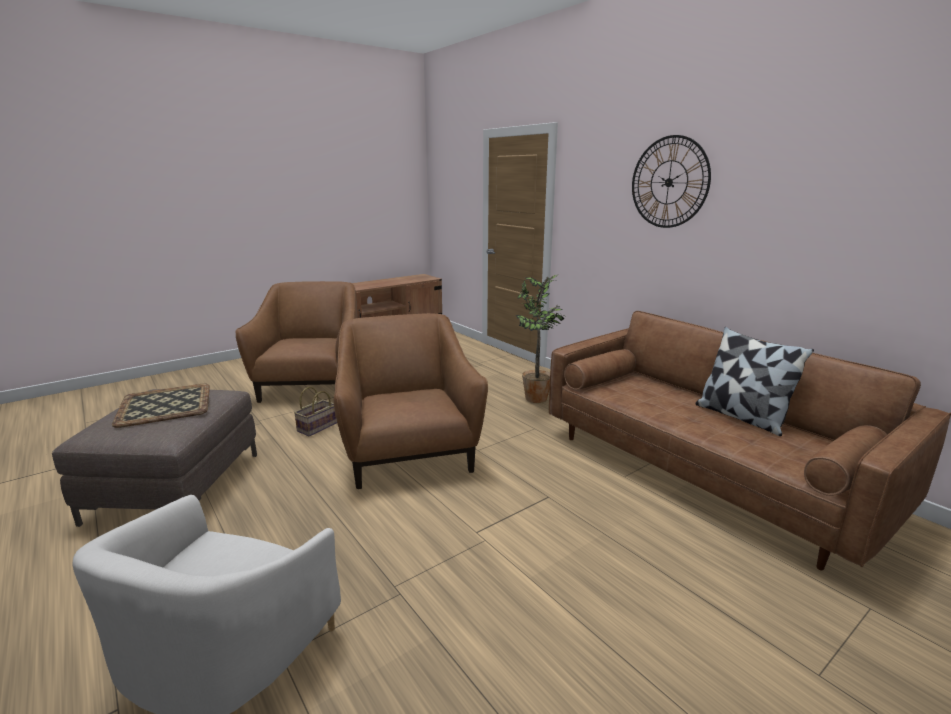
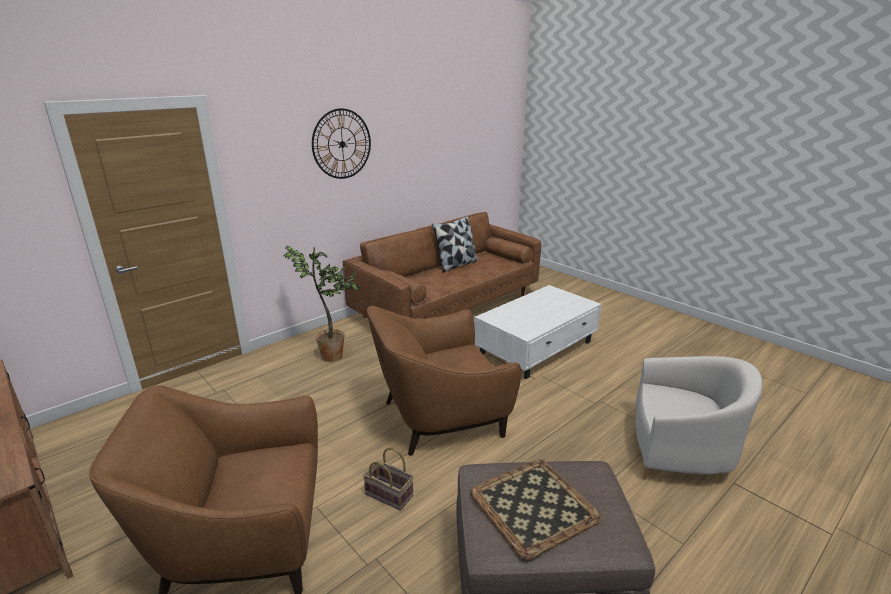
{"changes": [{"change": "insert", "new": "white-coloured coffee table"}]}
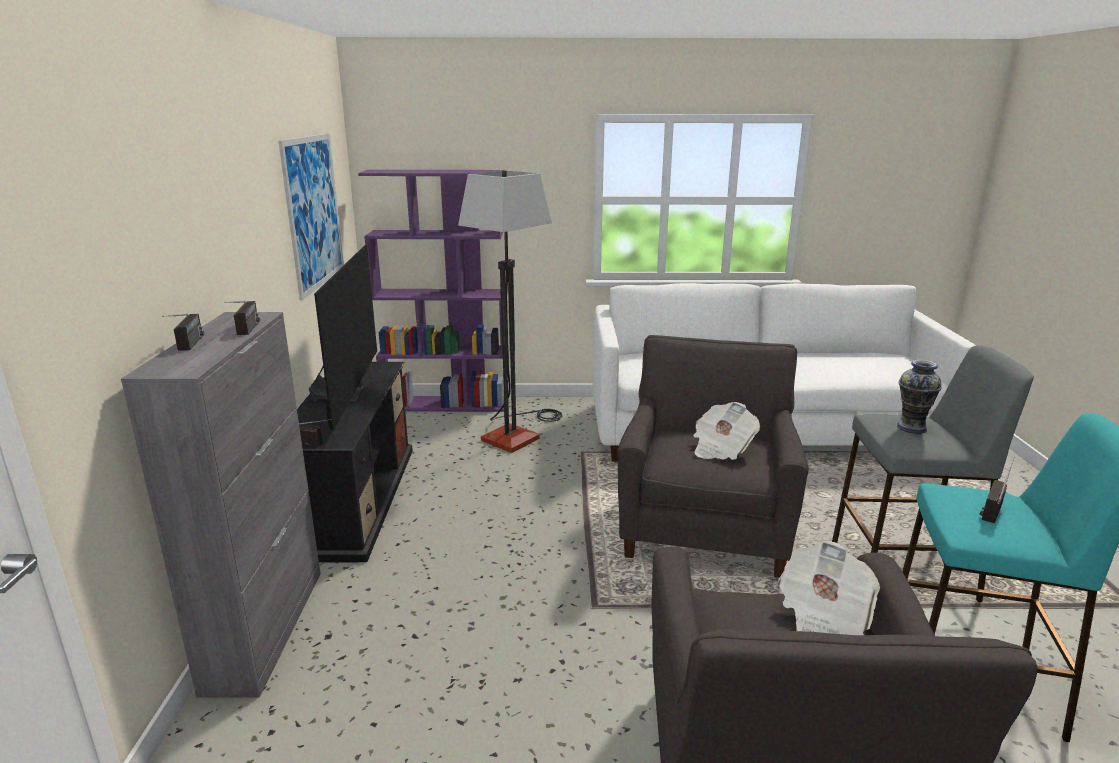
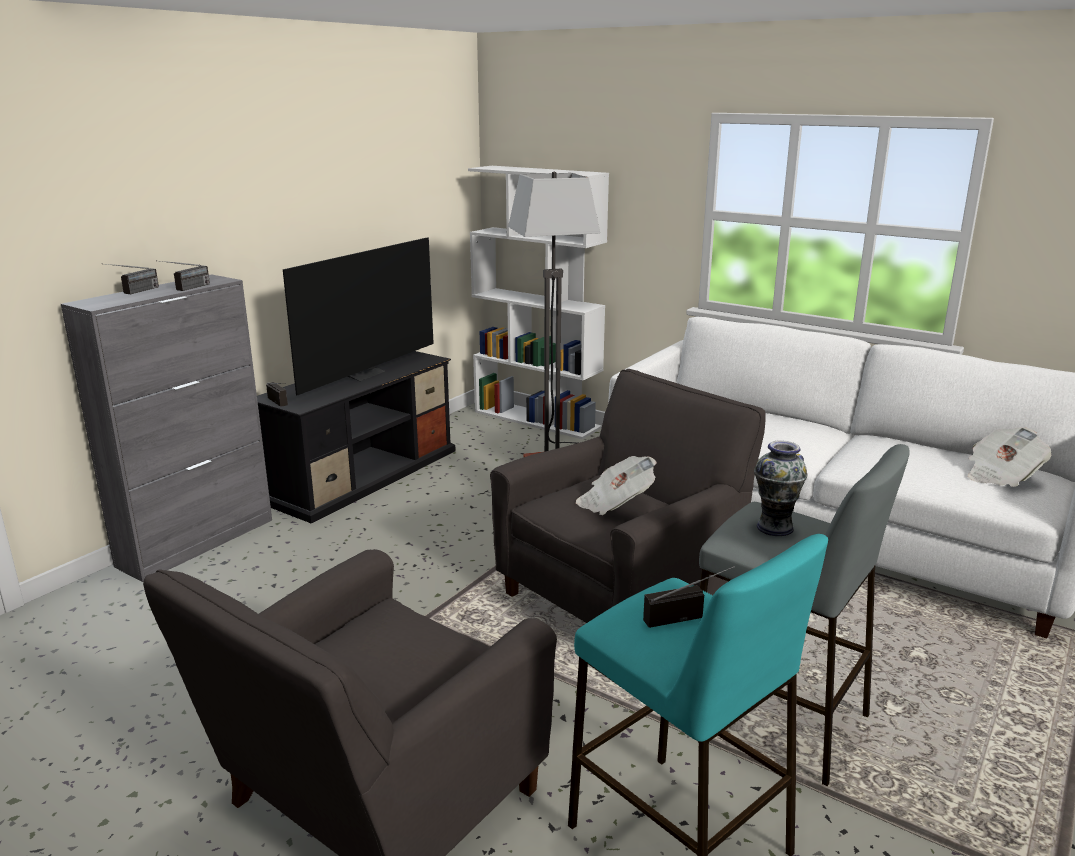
{"changes": [{"change": "delete", "old": "wall picture"}, {"change": "recolor", "old": "purple-coloured shelving unit", "new": "white-coloured shelving unit"}, {"change": "move", "old": "newspaper (2nd from left)"}]}
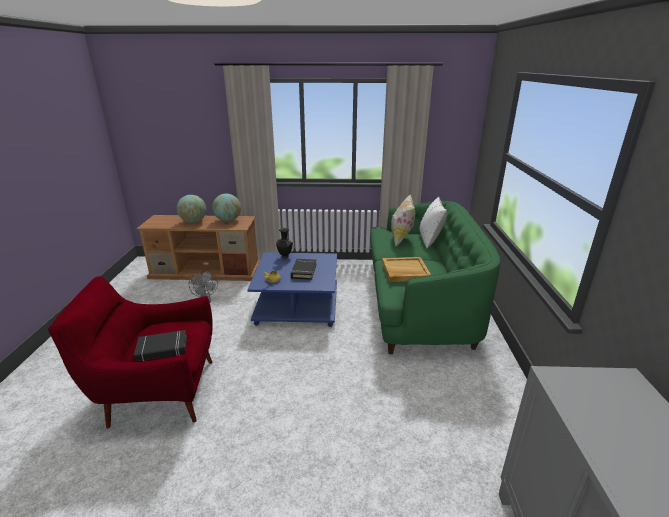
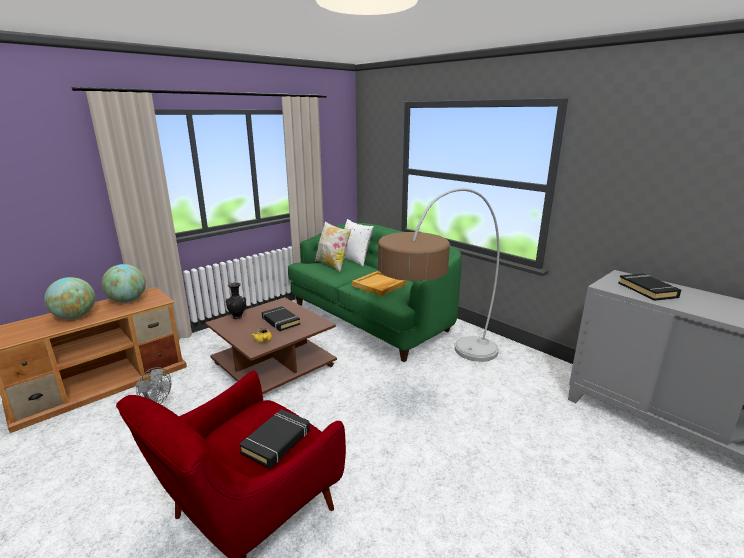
{"changes": [{"change": "recolor", "old": "blue coffee table", "new": "brown-coloured coffee table"}, {"change": "insert", "new": "floor lamp"}, {"change": "insert", "new": "black-coloured book (3rd from left)"}]}
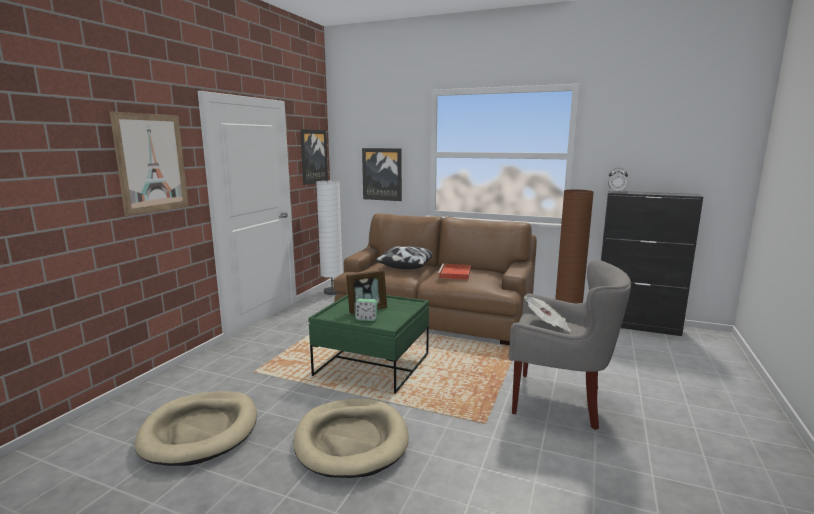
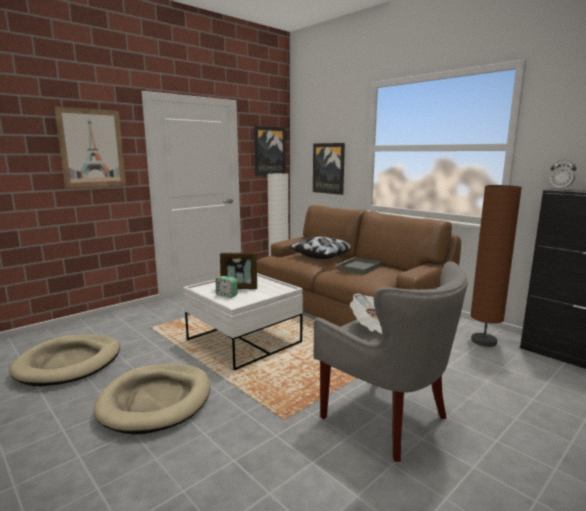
{"changes": [{"change": "recolor", "old": "greenish coffee table", "new": "white-coloured coffee table"}, {"change": "recolor", "old": "red carrying tray", "new": "greyish carrying tray"}]}
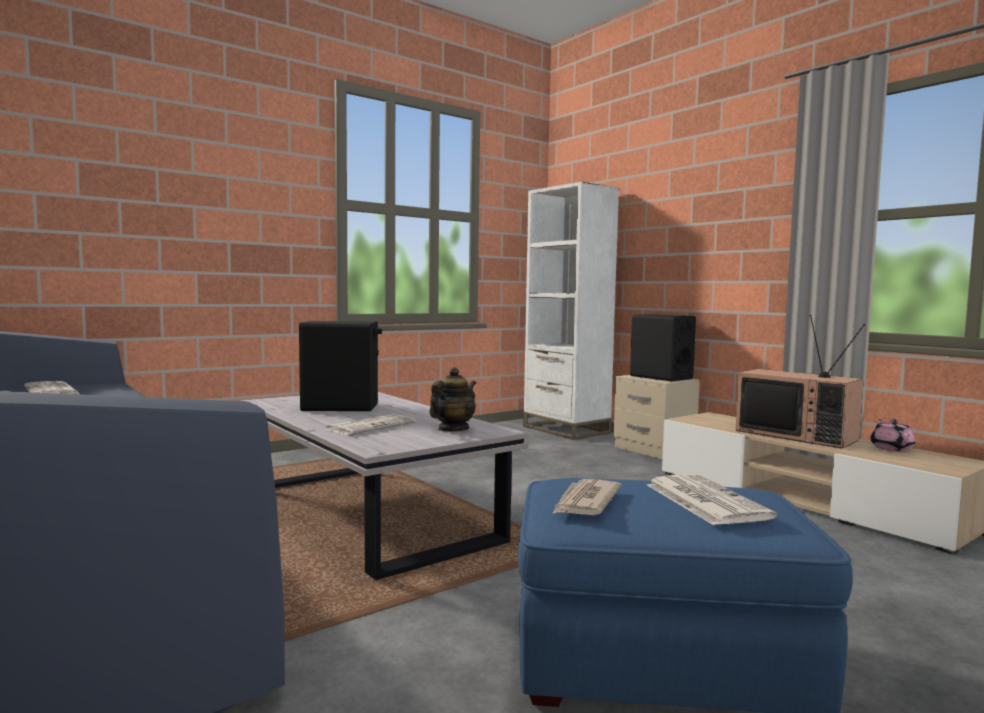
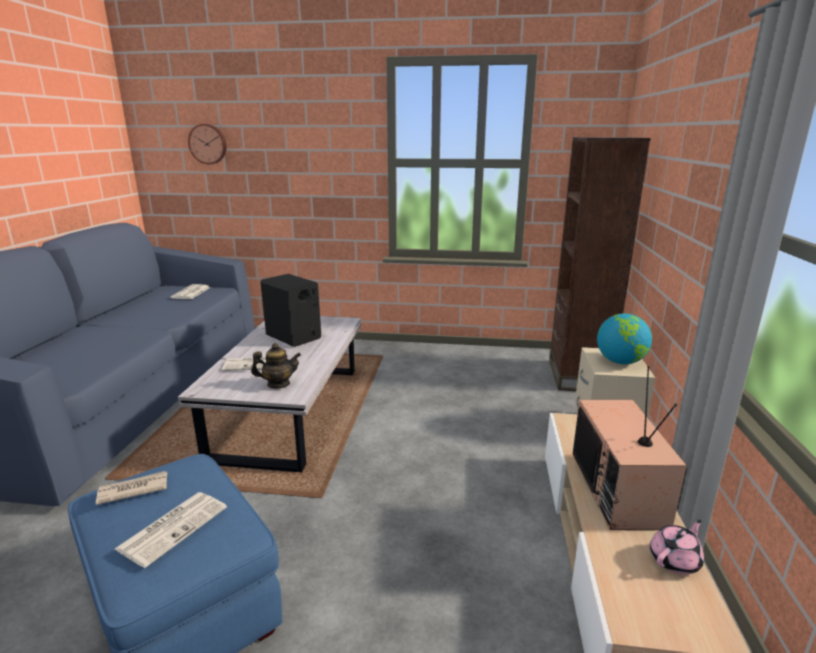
{"changes": [{"change": "recolor", "old": "white-coloured shelving unit", "new": "brown-coloured shelving unit"}, {"change": "replace", "old": "black-coloured loudspeaker (2nd from left)", "new": "desk globe"}, {"change": "insert", "new": "clock on the wall"}]}
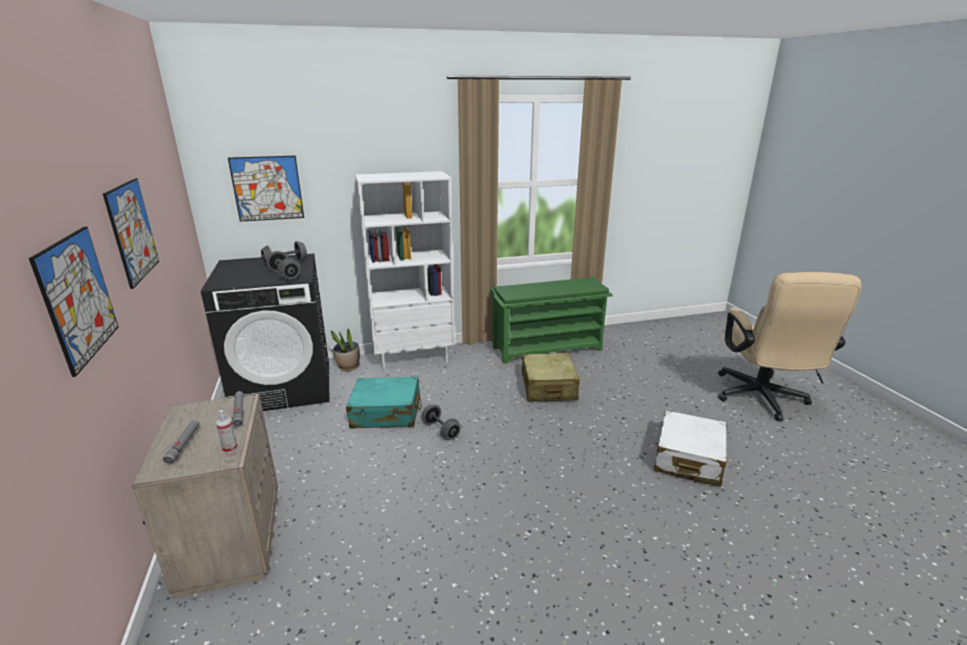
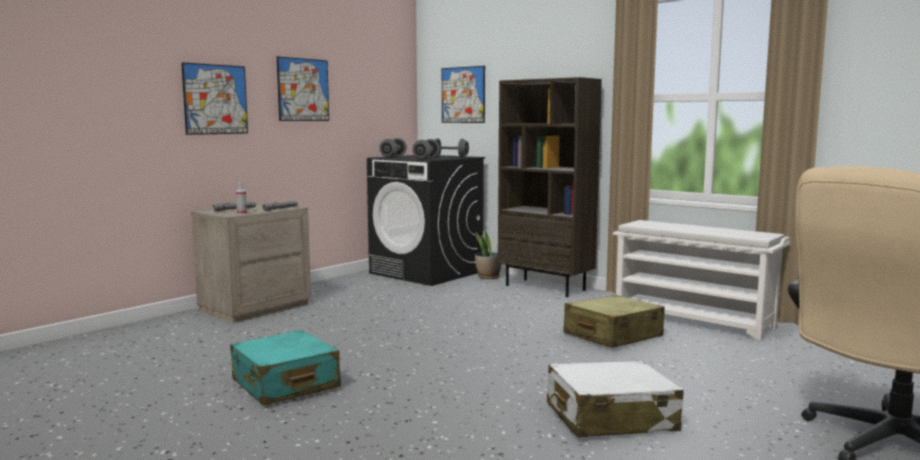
{"changes": [{"change": "move", "old": "blue-green suitcase"}, {"change": "recolor", "old": "white-coloured shelving unit", "new": "brown-coloured shelving unit"}, {"change": "move", "old": "greyish hand weight (3rd from left in the first image)", "new": "greyish hand weight (1st from left)"}, {"change": "recolor", "old": "greenish shoe shelf", "new": "white-coloured shoe shelf"}]}
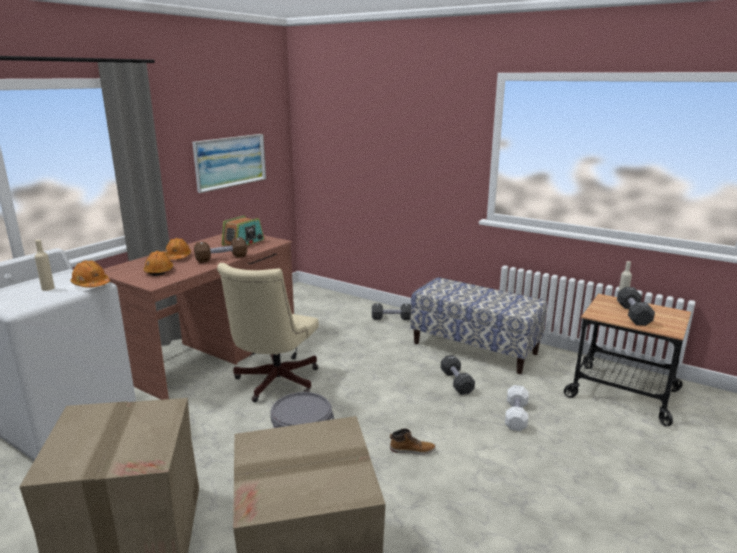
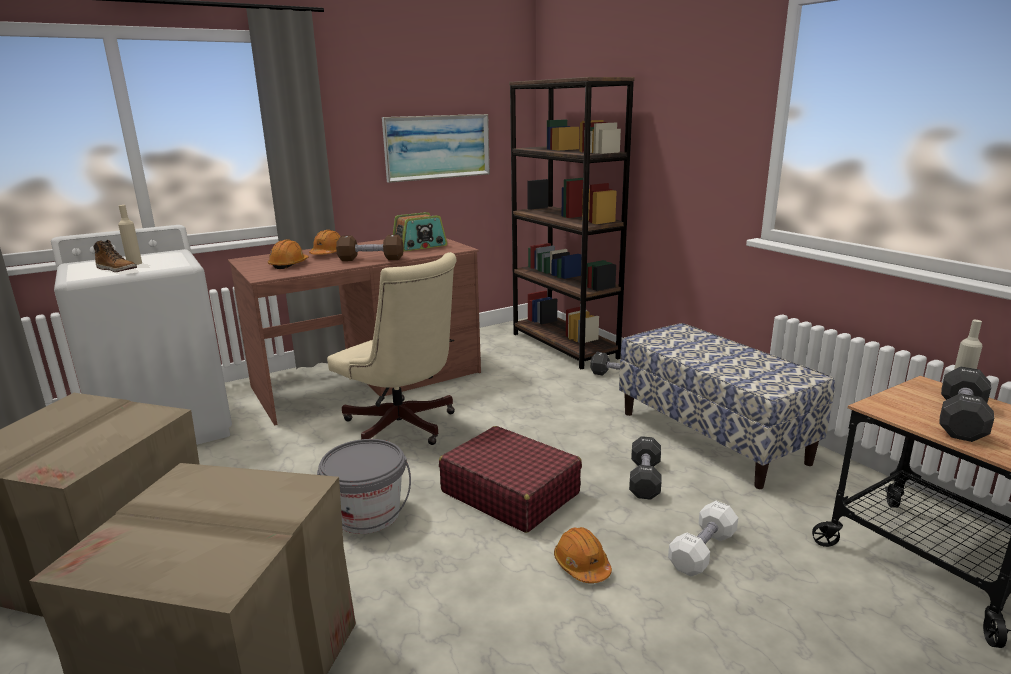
{"changes": [{"change": "move", "old": "orangey safety helmet (1st from left in the first image)", "new": "orangey safety helmet (3rd from left)"}, {"change": "rotate", "old": "sand-coloured computer chair", "degrees": -90}, {"change": "move", "old": "boot"}, {"change": "insert", "new": "red suitcase"}, {"change": "insert", "new": "brown-coloured shelving unit"}]}
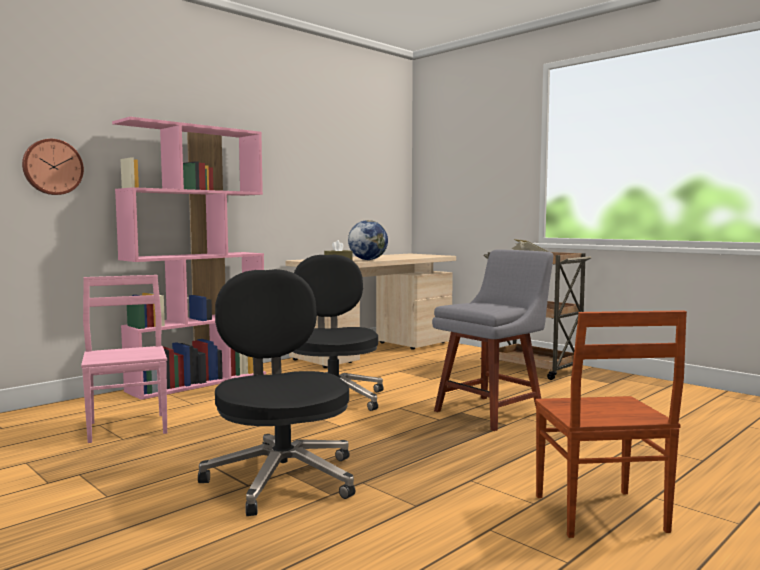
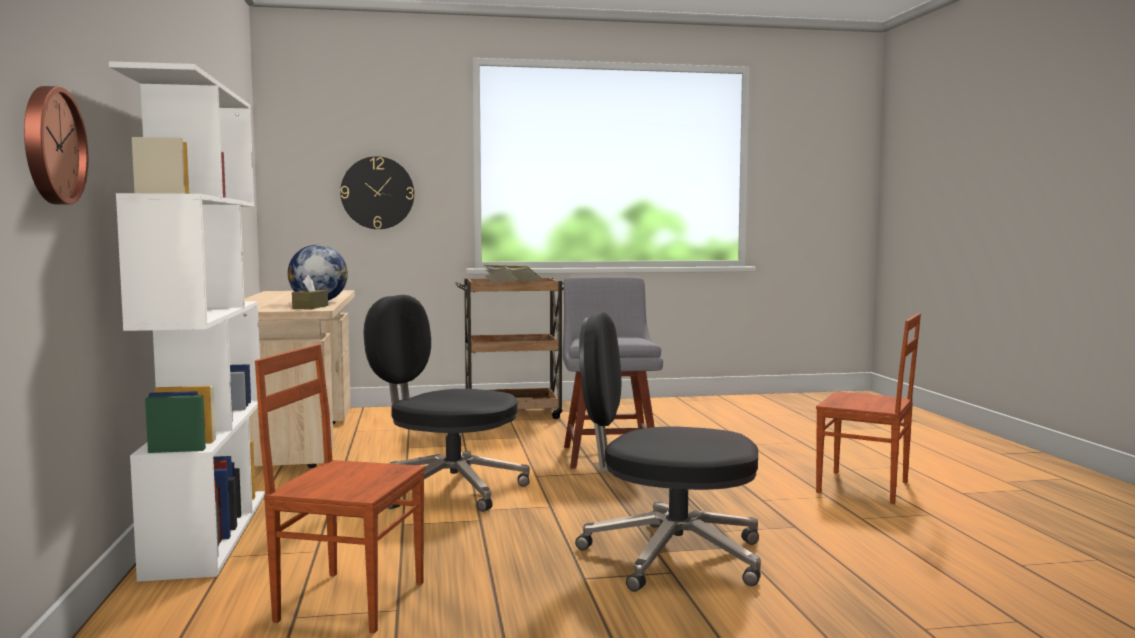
{"changes": [{"change": "recolor", "old": "pink-coloured upright chair", "new": "brown-coloured upright chair (1st from left)"}, {"change": "recolor", "old": "pink-coloured shelving unit", "new": "white-coloured shelving unit"}, {"change": "insert", "new": "clock on the wall (2nd from left)"}]}
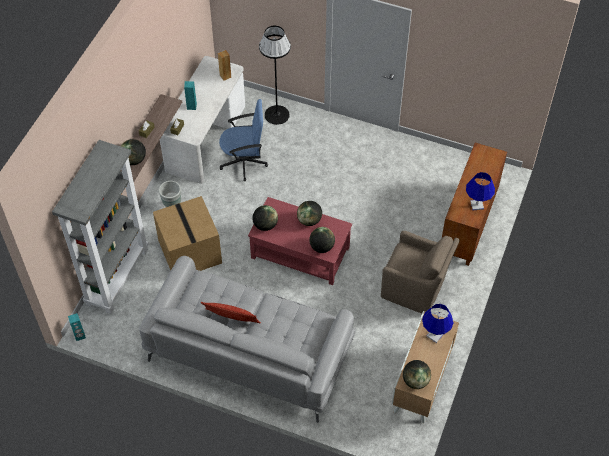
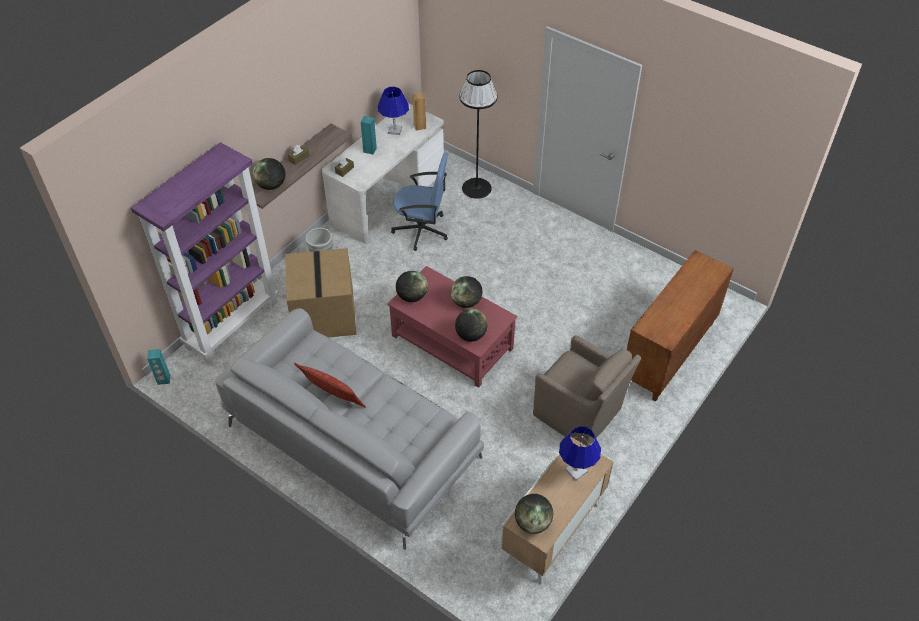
{"changes": [{"change": "recolor", "old": "greyish shelving unit", "new": "purple-coloured shelving unit"}, {"change": "move", "old": "blue tabletop lamp (2nd from left in the first image)", "new": "blue tabletop lamp (1st from left)"}]}
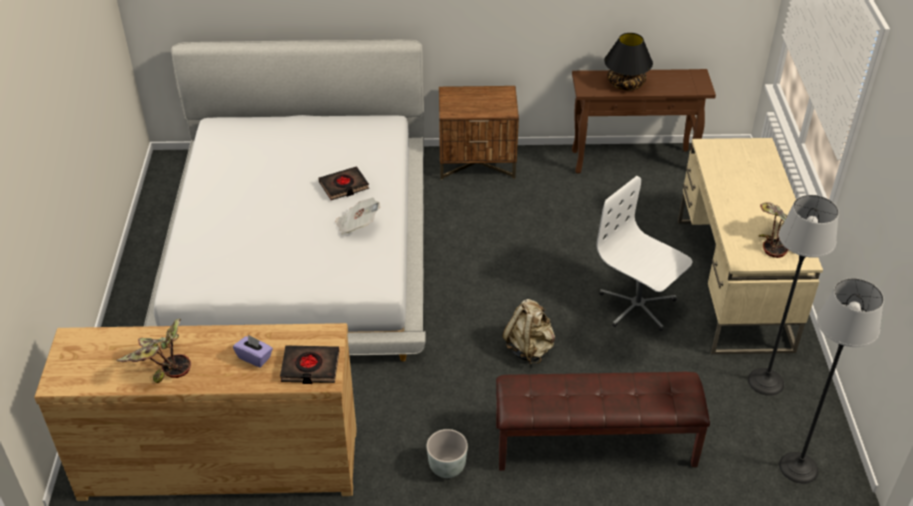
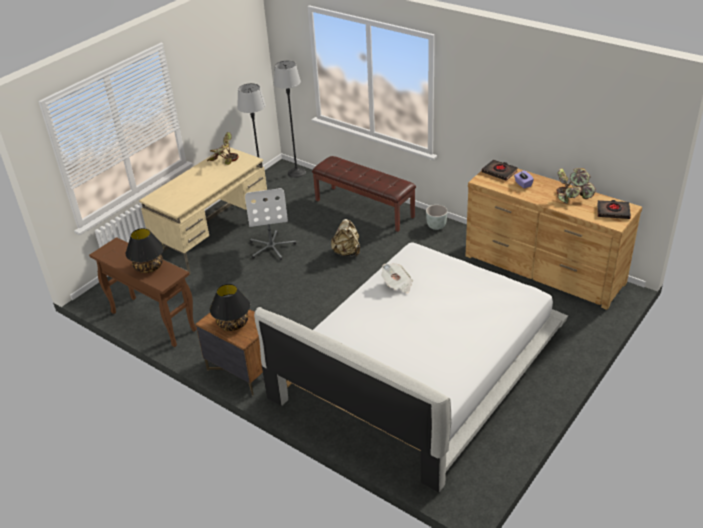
{"changes": [{"change": "move", "old": "black-coloured book (2nd from left)"}, {"change": "insert", "new": "black-coloured tabletop lamp (2nd from left)"}]}
